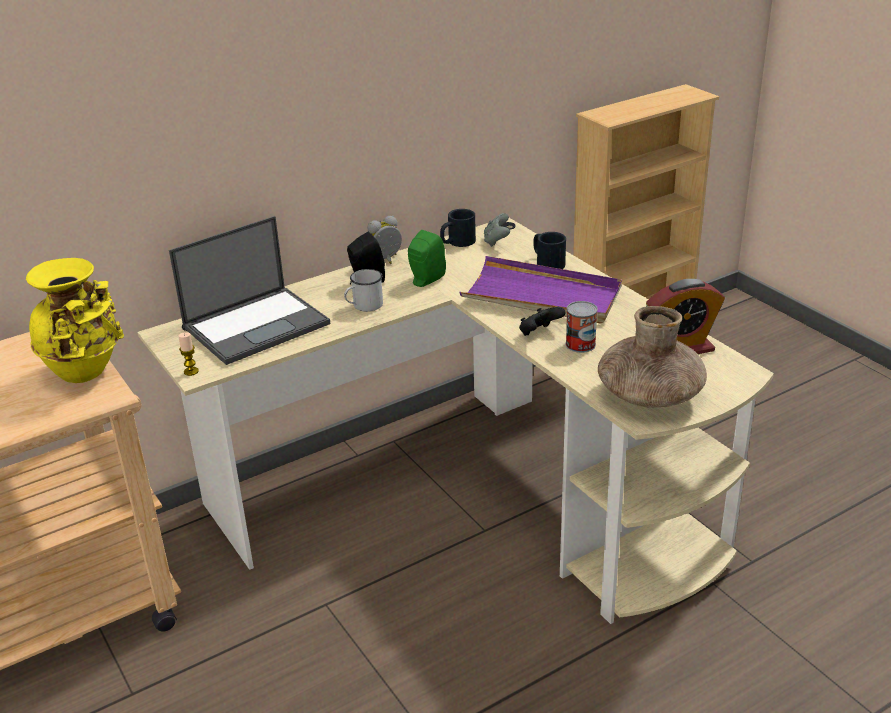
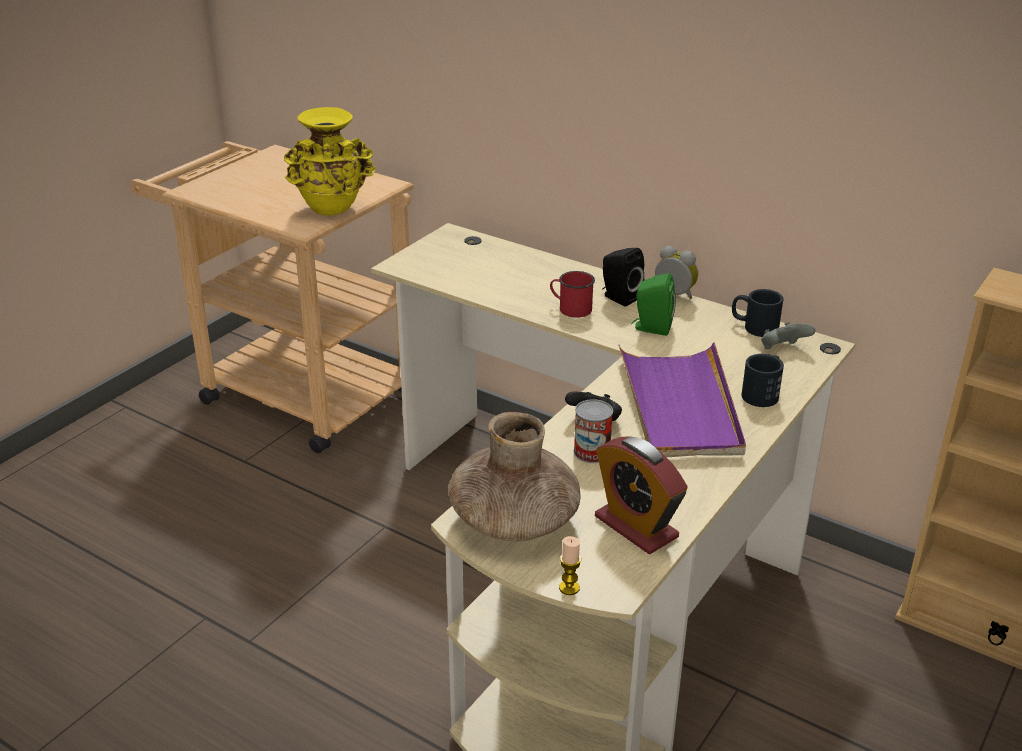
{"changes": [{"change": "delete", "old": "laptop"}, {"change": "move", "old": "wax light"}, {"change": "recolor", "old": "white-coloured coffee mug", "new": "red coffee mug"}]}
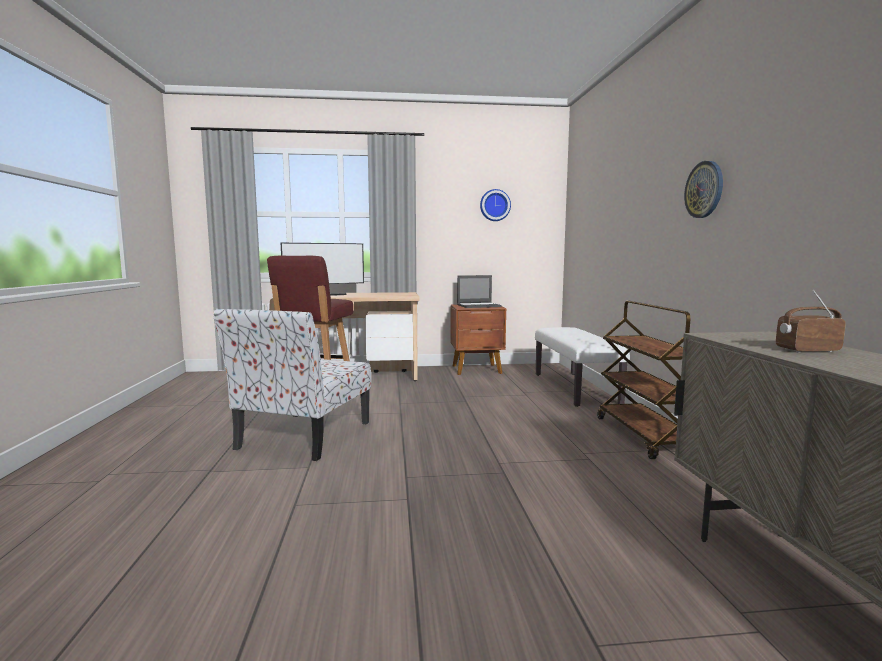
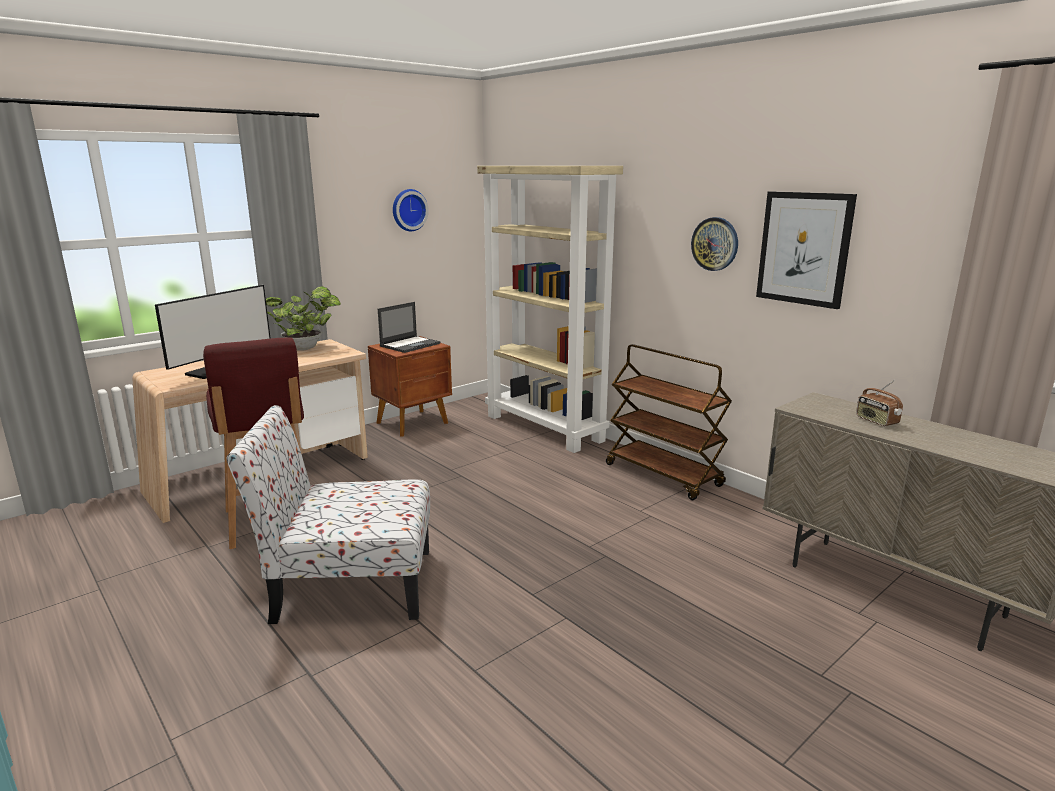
{"changes": [{"change": "rotate", "old": "upright chair", "degrees": 105}, {"change": "replace", "old": "white-coloured bench", "new": "sand-coloured shelving unit"}, {"change": "rotate", "old": "radio receiver", "degrees": -75}, {"change": "insert", "new": "plant in a pot"}, {"change": "insert", "new": "wall picture"}]}
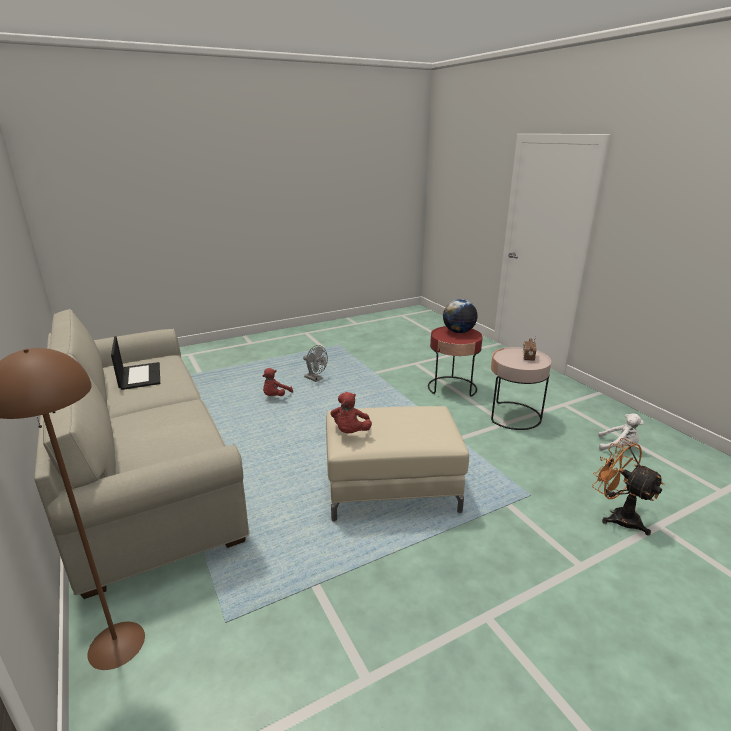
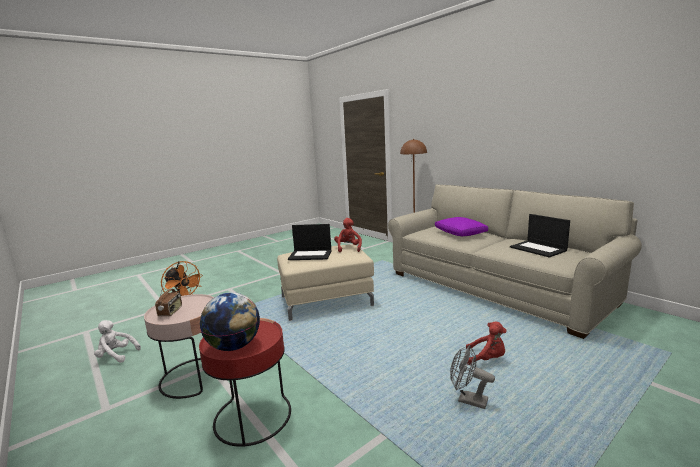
{"changes": [{"change": "rotate", "old": "red cuddly toy (1st from left in the first image)", "degrees": 90}, {"change": "insert", "new": "laptop (1st from left)"}, {"change": "insert", "new": "purple-coloured pillow"}]}
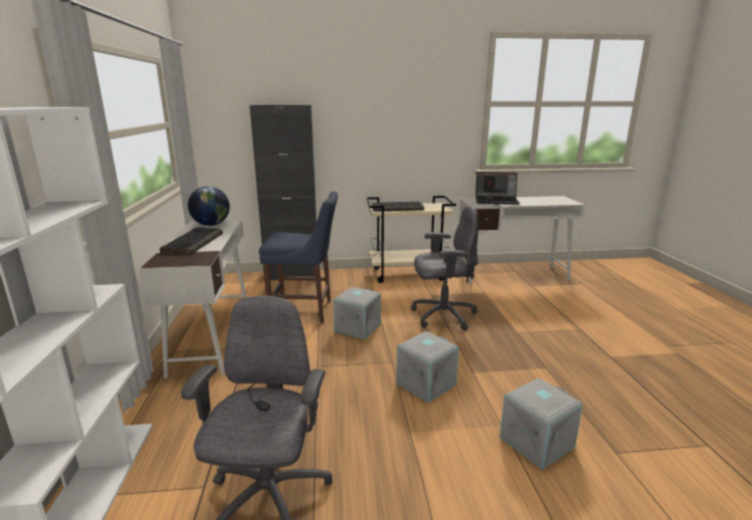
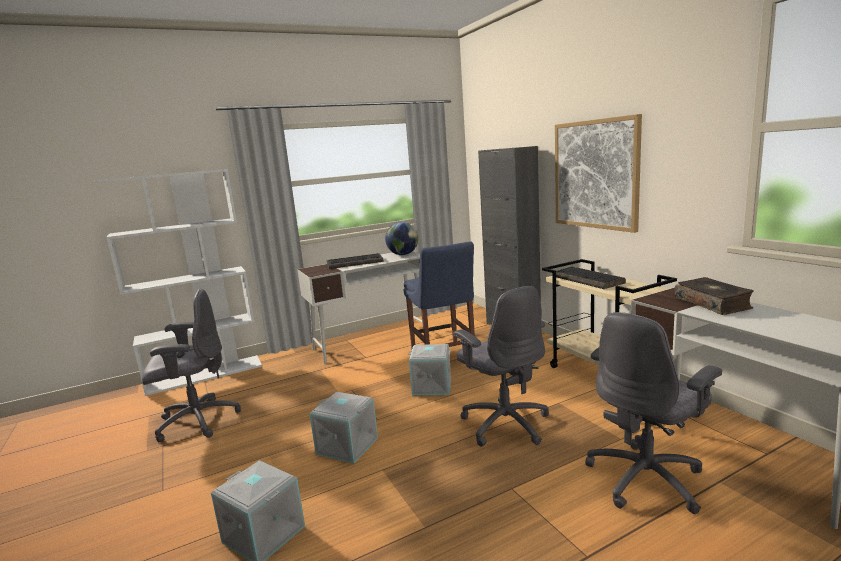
{"changes": [{"change": "replace", "old": "laptop", "new": "book"}, {"change": "insert", "new": "wall picture"}, {"change": "insert", "new": "greyish computer chair (3rd from left)"}]}
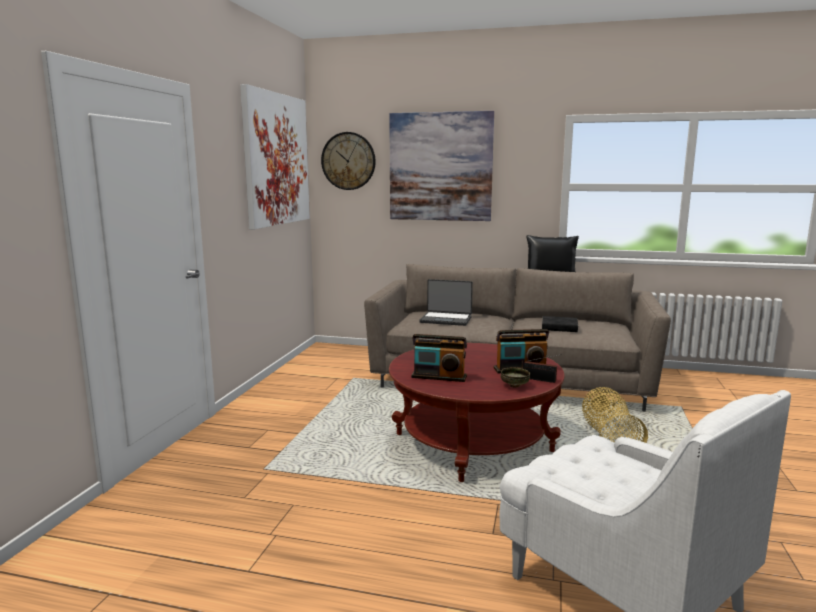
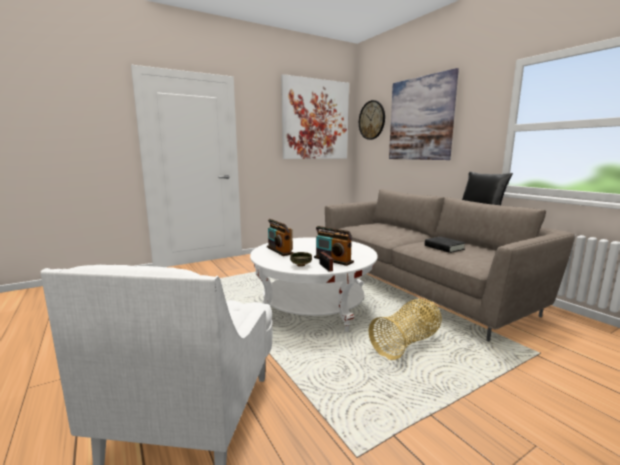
{"changes": [{"change": "recolor", "old": "red coffee table", "new": "white-coloured coffee table"}, {"change": "delete", "old": "laptop"}]}
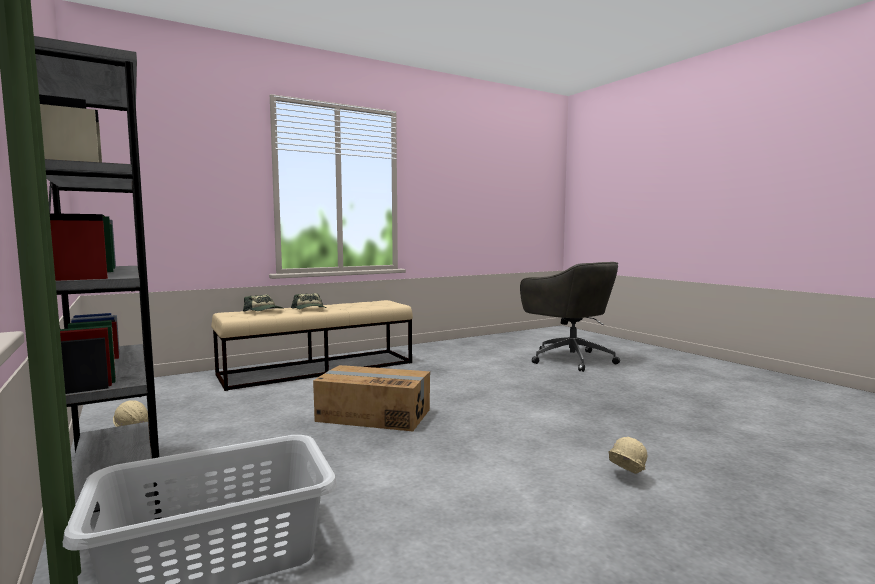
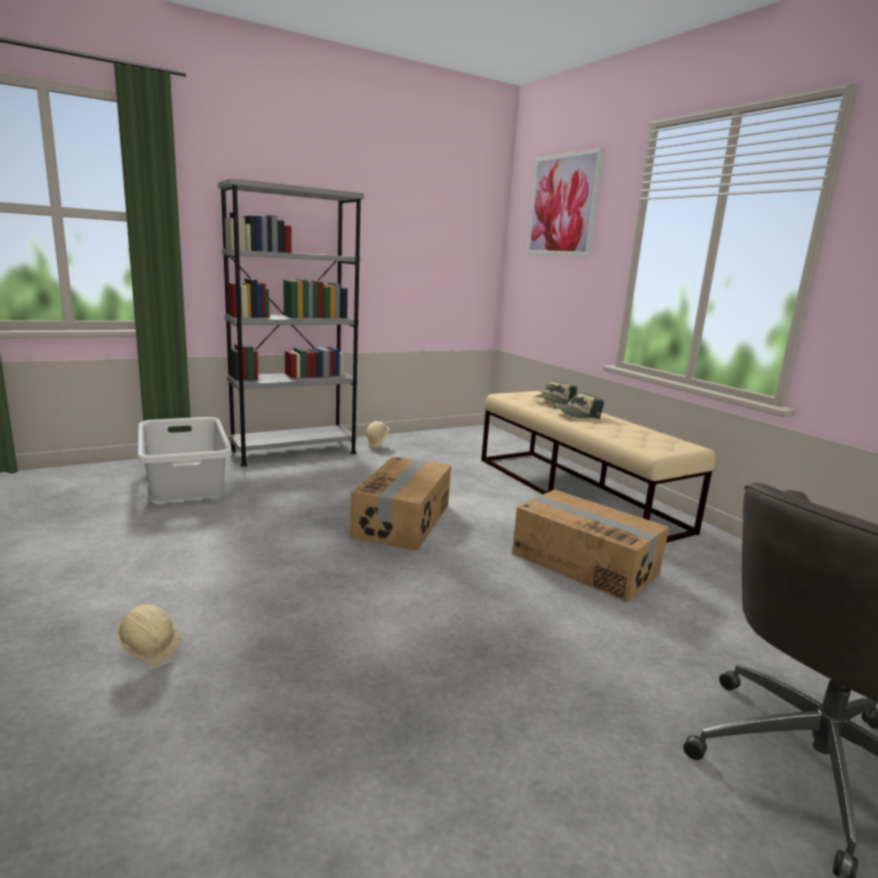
{"changes": [{"change": "insert", "new": "cardboard box (2nd from left)"}, {"change": "insert", "new": "wall picture"}]}
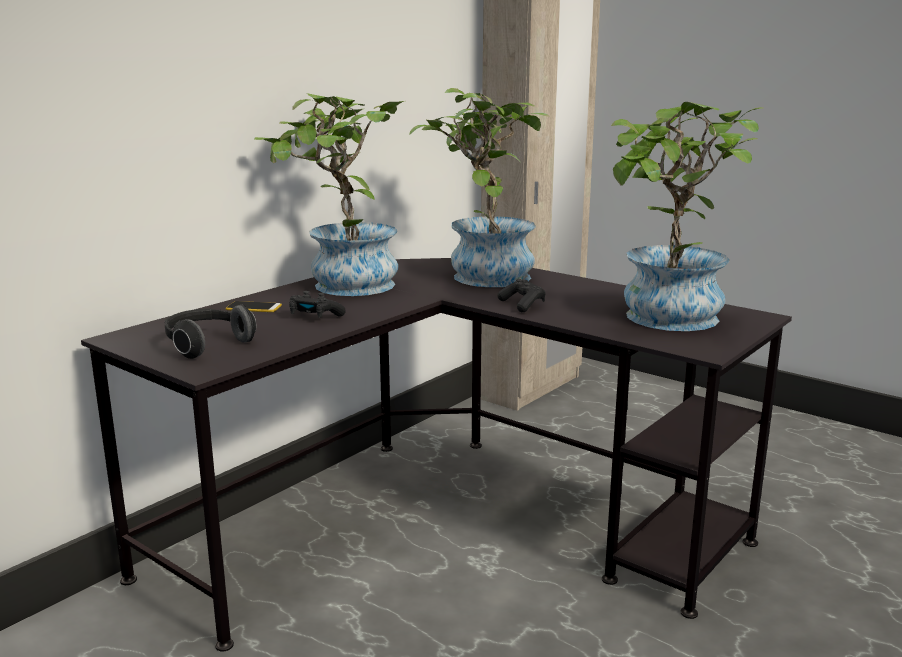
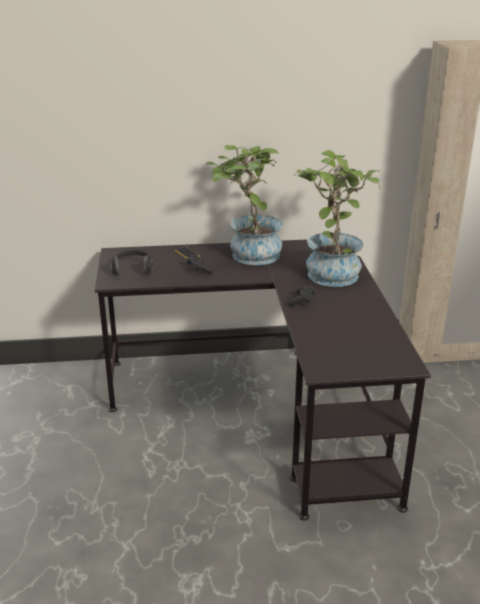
{"changes": [{"change": "delete", "old": "plant in a pot (3rd from left)"}]}
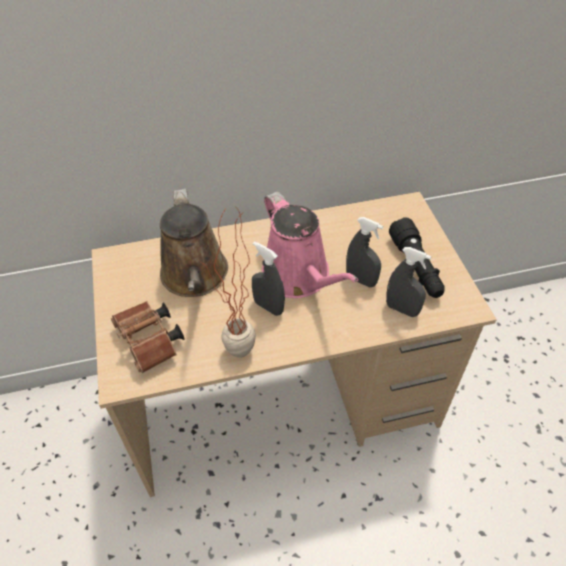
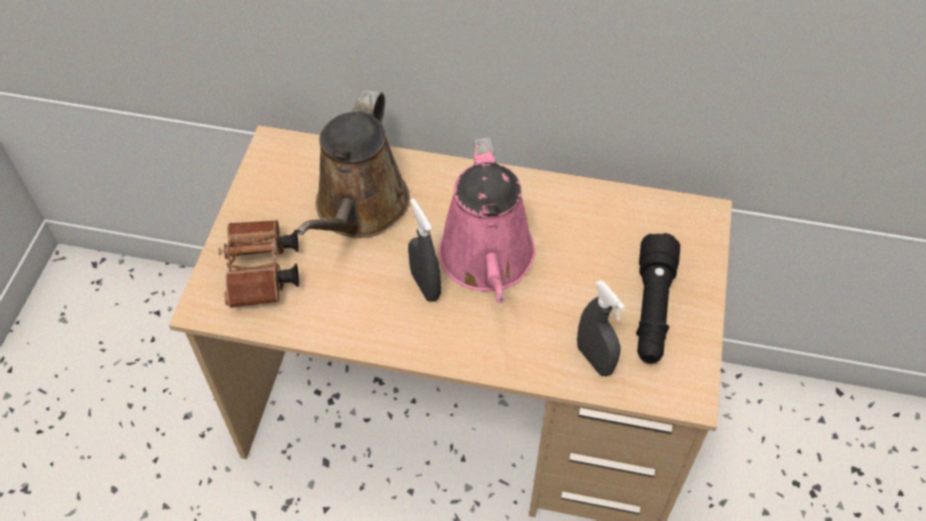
{"changes": [{"change": "delete", "old": "plant in a pot"}, {"change": "delete", "old": "greyish sprayer (2nd from left)"}]}
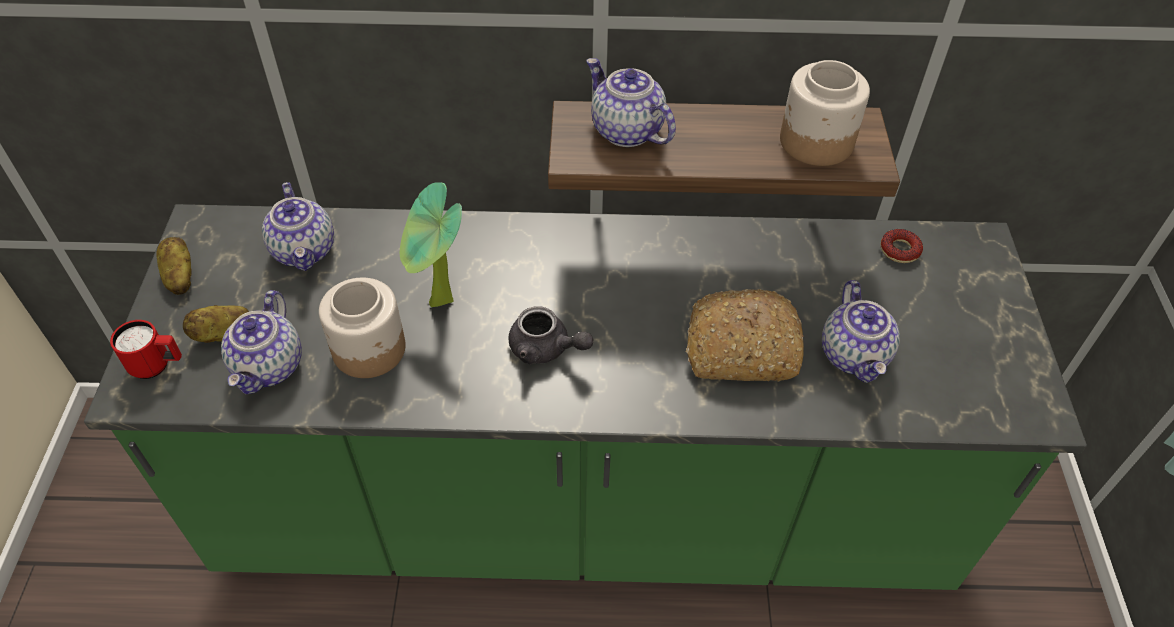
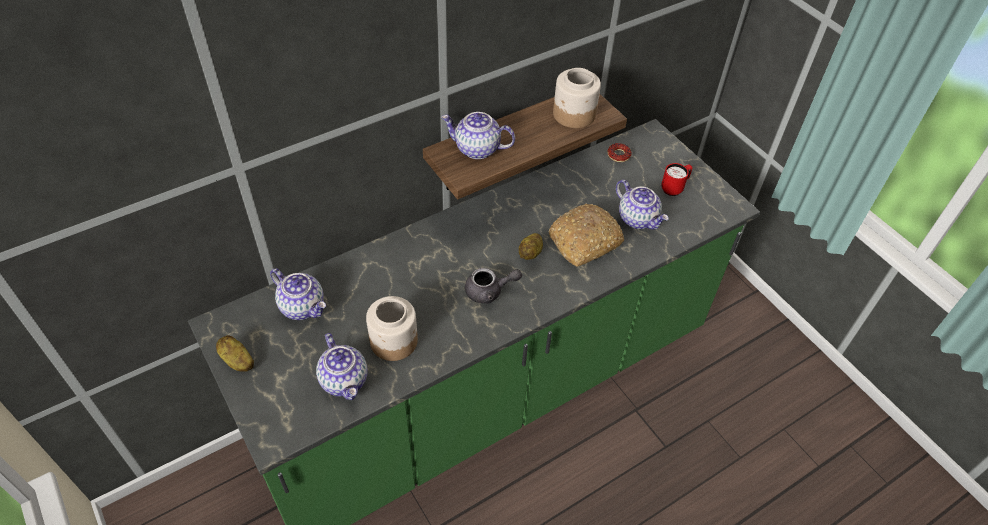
{"changes": [{"change": "move", "old": "red coffee mug"}, {"change": "move", "old": "spud (2nd from left)"}, {"change": "delete", "old": "plant in a pot"}]}
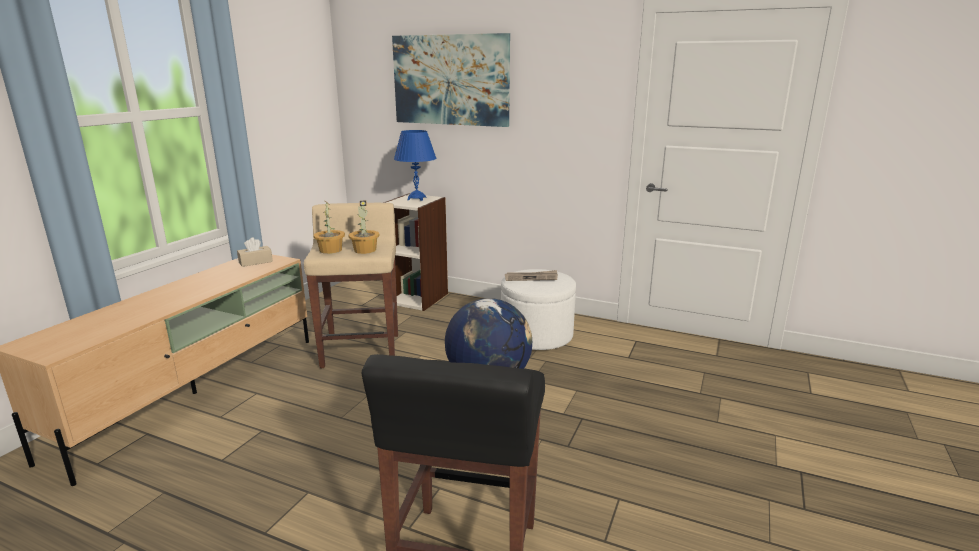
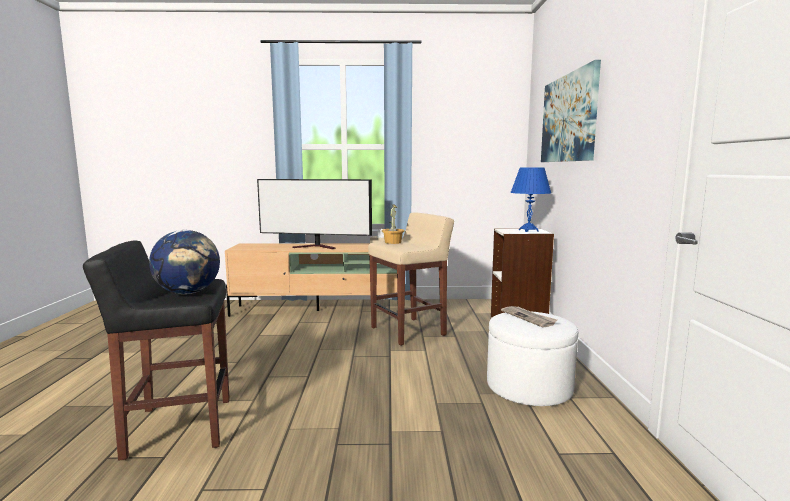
{"changes": [{"change": "delete", "old": "plant in a pot (2nd from left)"}, {"change": "insert", "new": "TV set"}]}
